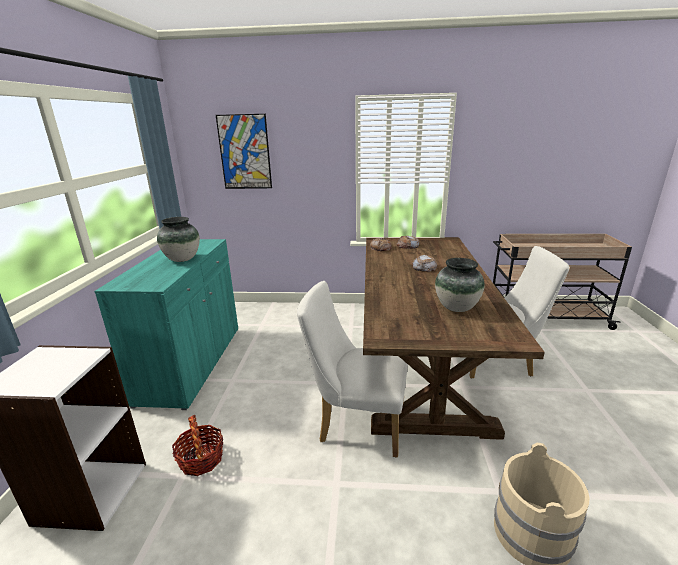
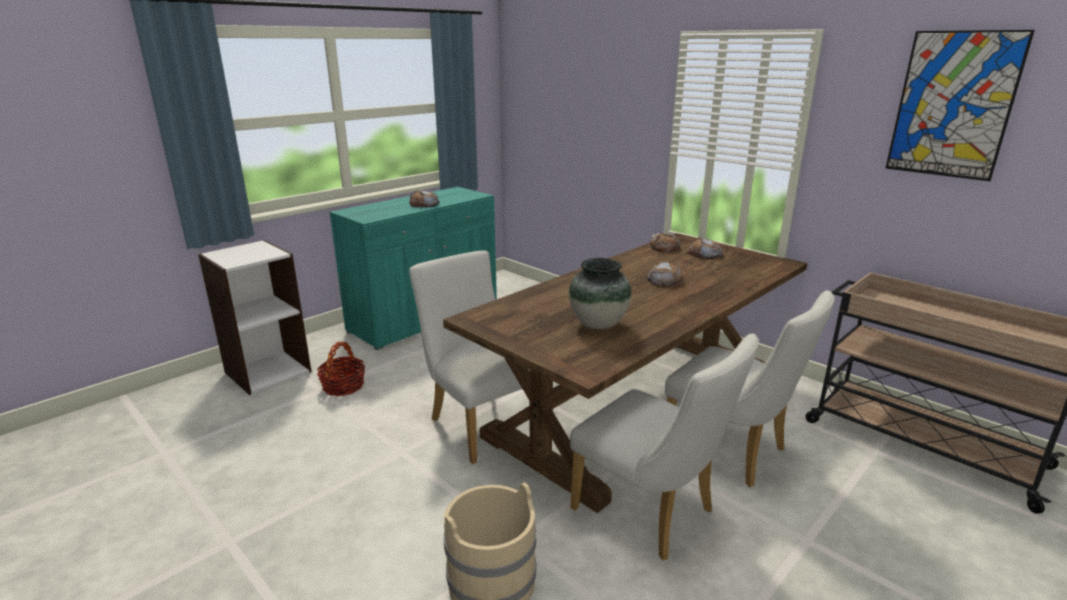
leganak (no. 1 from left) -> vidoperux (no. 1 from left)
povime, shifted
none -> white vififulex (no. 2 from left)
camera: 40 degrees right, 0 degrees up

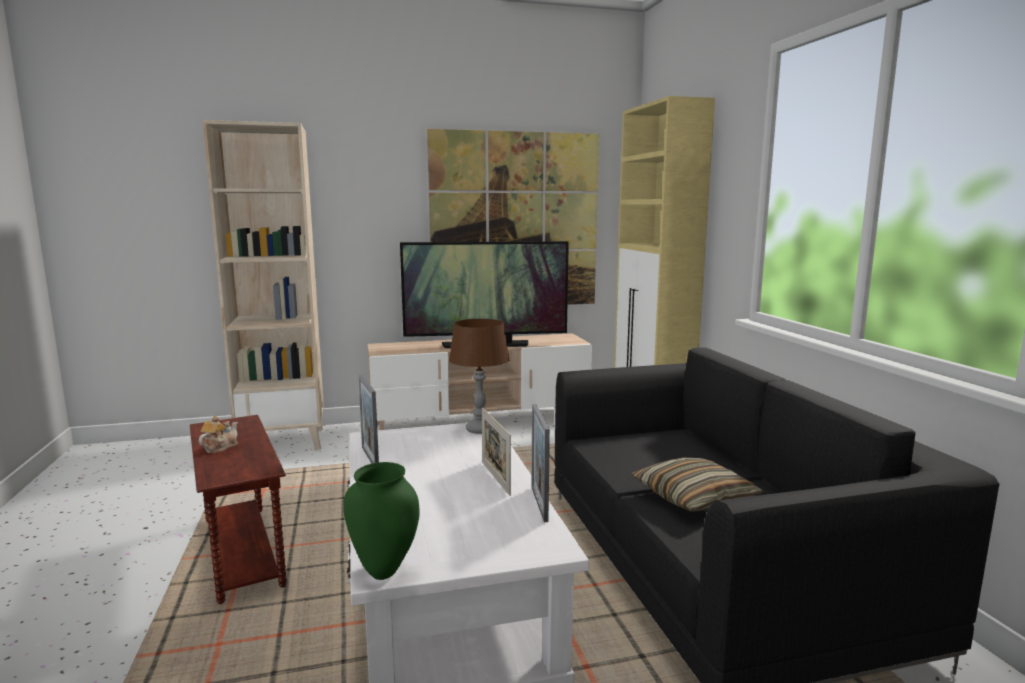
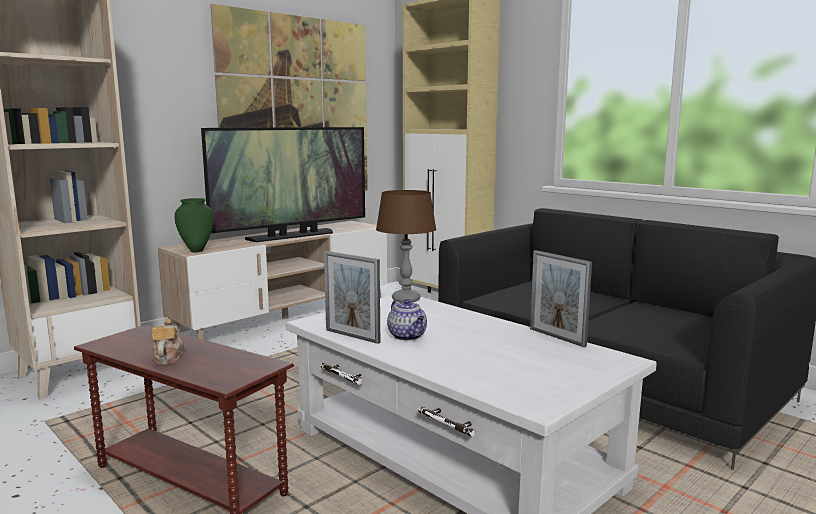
green leganak, shifted
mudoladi (no. 2 from left) -> none
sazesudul -> none
none -> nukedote (no. 2 from left)
camera: 30 degrees left, 0 degrees up

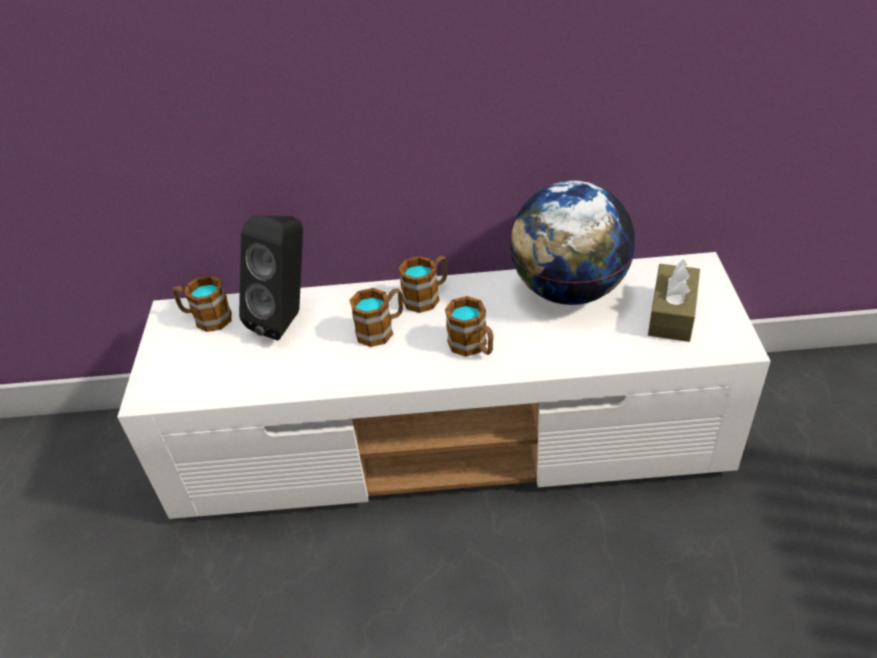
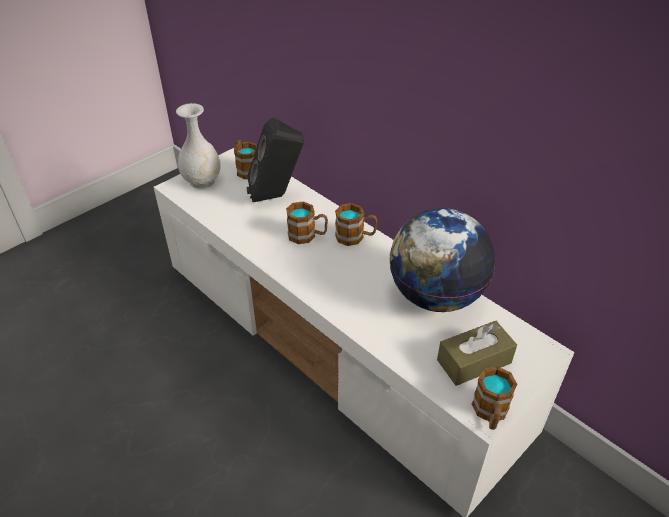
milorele (no. 4 from left), shifted
none -> white leganak
camera: 45 degrees right, 0 degrees up

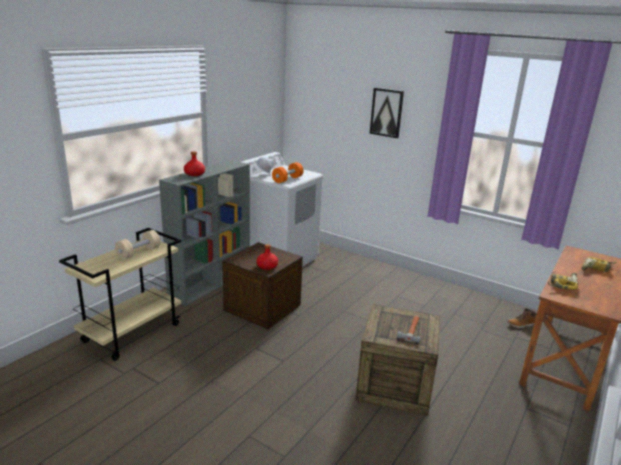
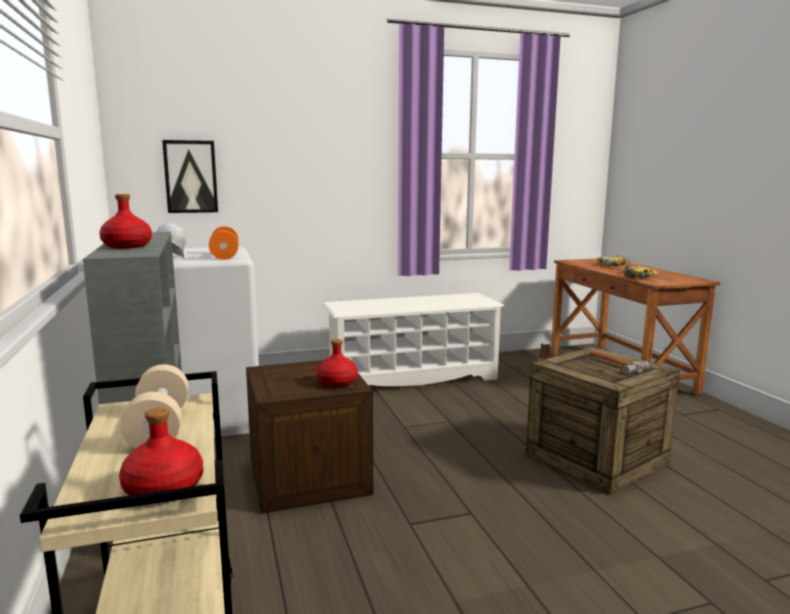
povime, shifted
none -> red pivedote (no. 2 from left)
none -> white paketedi
camera: 50 degrees left, 10 degrees down

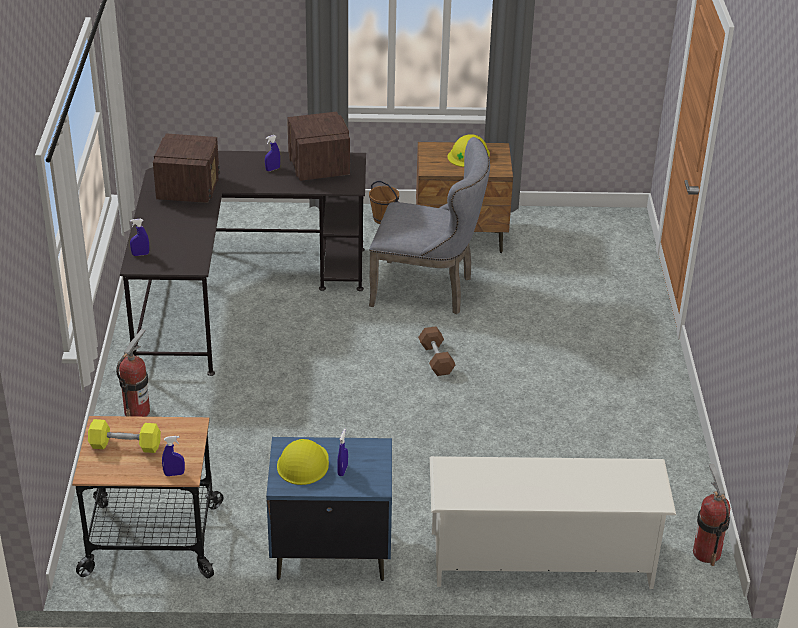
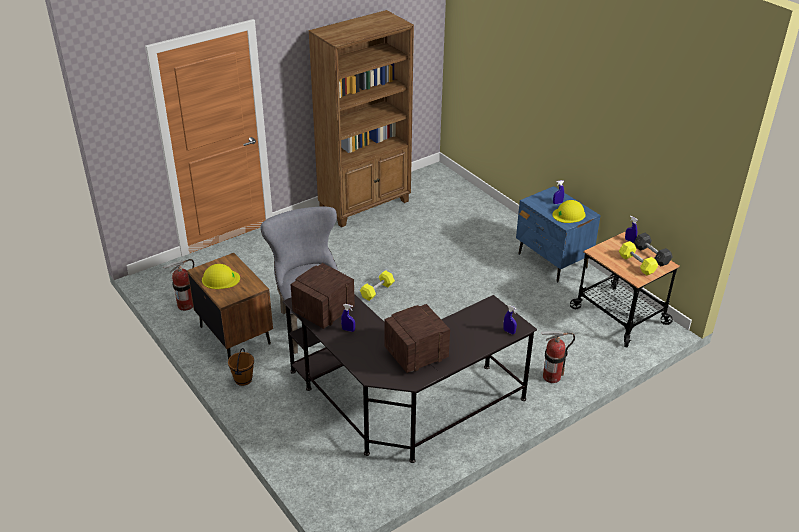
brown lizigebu -> yellow lizigebu (no. 1 from left)
white paketedi -> none
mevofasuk (no. 2 from left in the first image) -> mevofasuk (no. 1 from left), shifted
none -> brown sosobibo
none -> grey lizigebu
camera: 125 degrees left, 0 degrees up

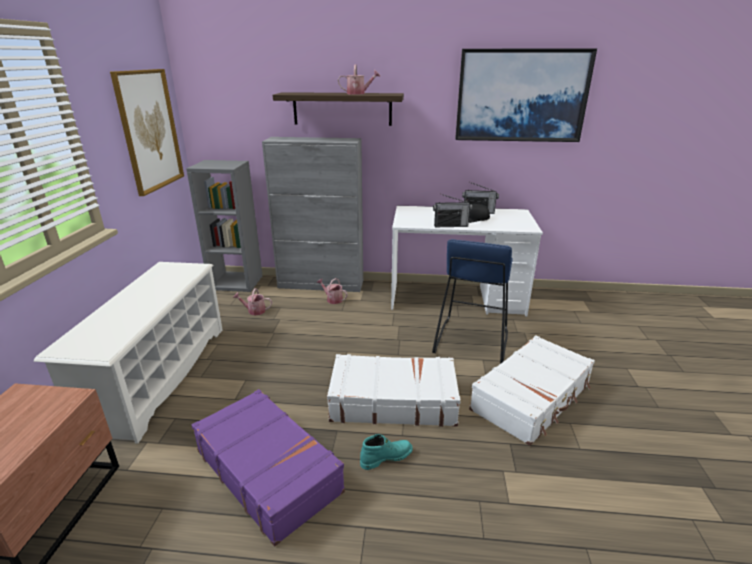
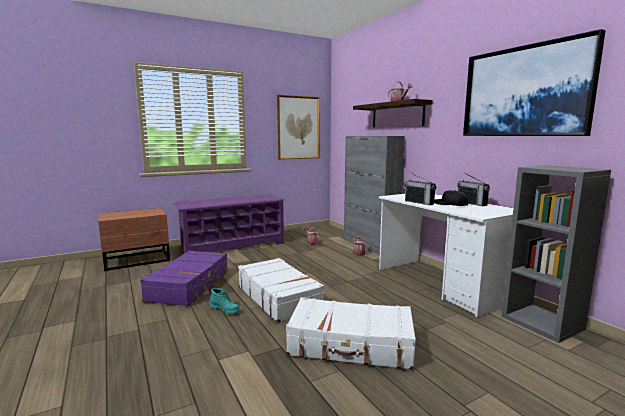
white paketedi -> purple paketedi
grey sosobibo, shifted
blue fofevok -> none
camera: 55 degrees right, 15 degrees down

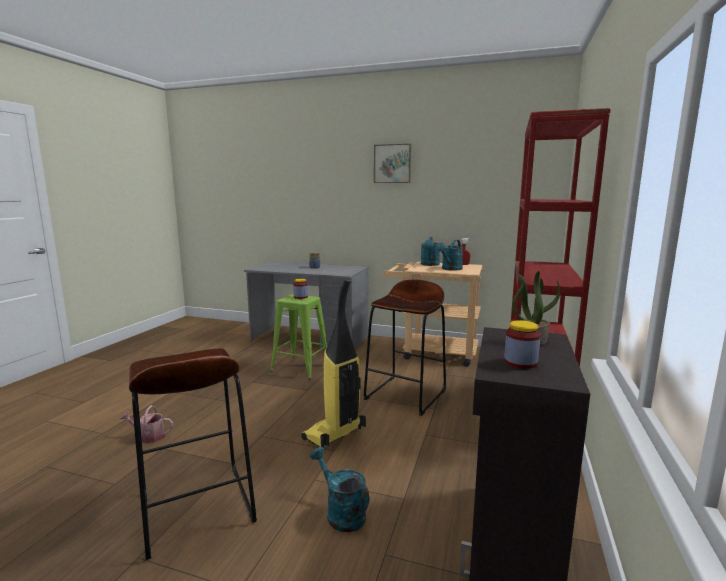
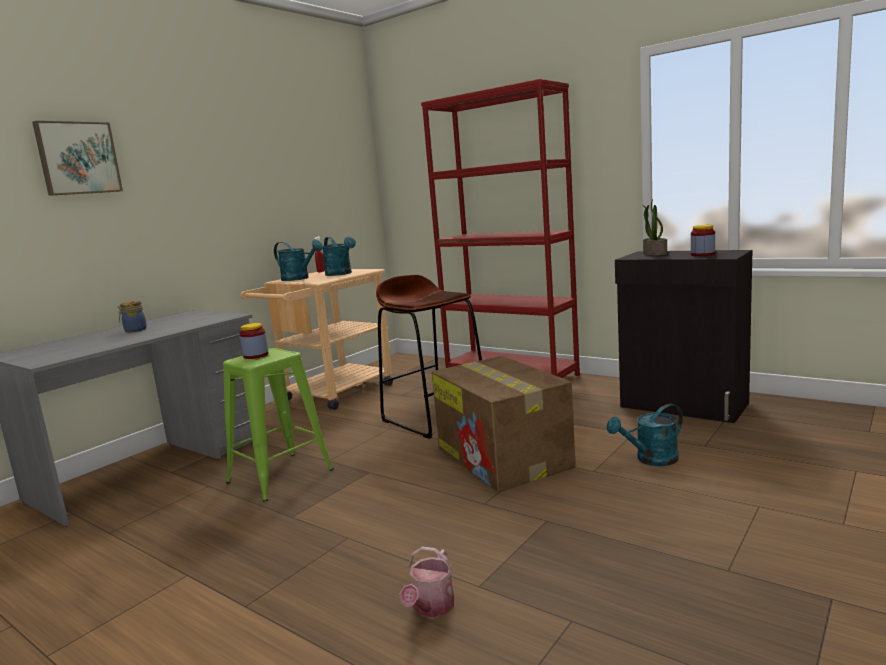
brown fofevok (no. 1 from left) -> none
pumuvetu -> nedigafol
povime, shifted
camera: 70 degrees left, 0 degrees up

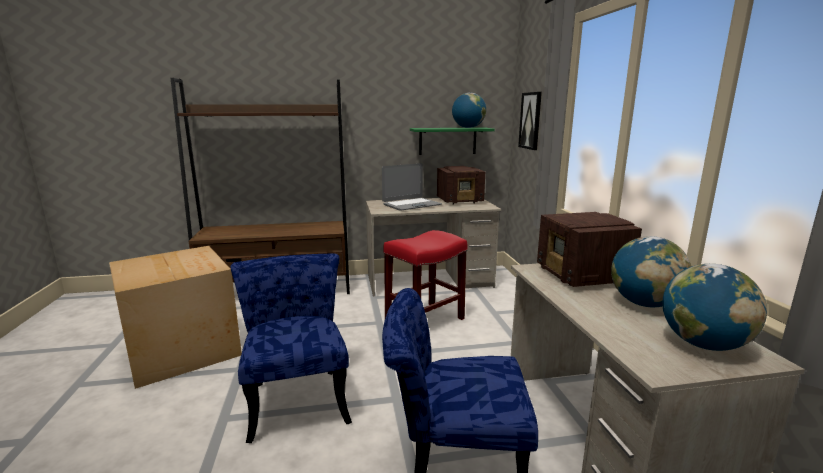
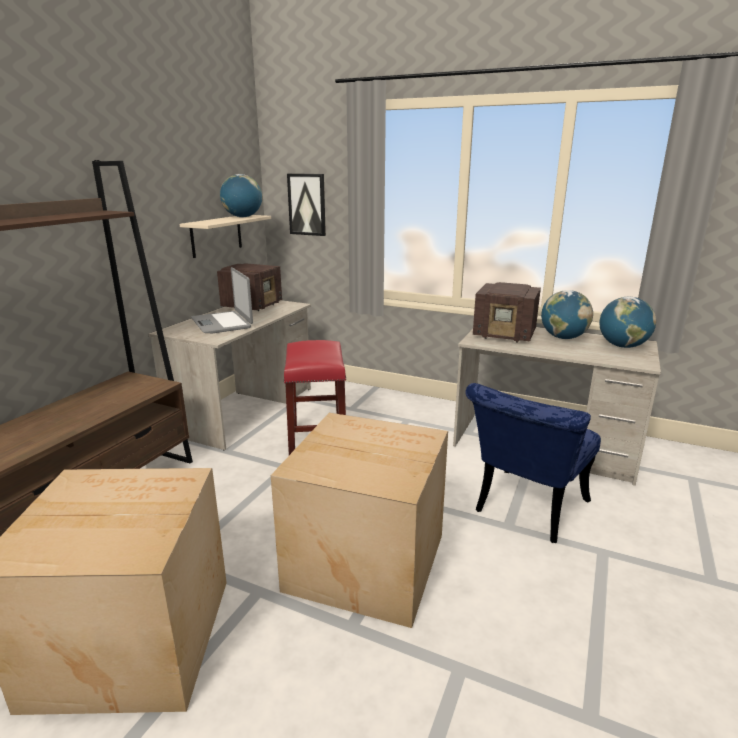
blue vififulex (no. 1 from left) -> nedigafol (no. 2 from left)
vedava, 150 degrees clockwise
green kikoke -> beige kikoke
camera: 55 degrees left, 5 degrees up

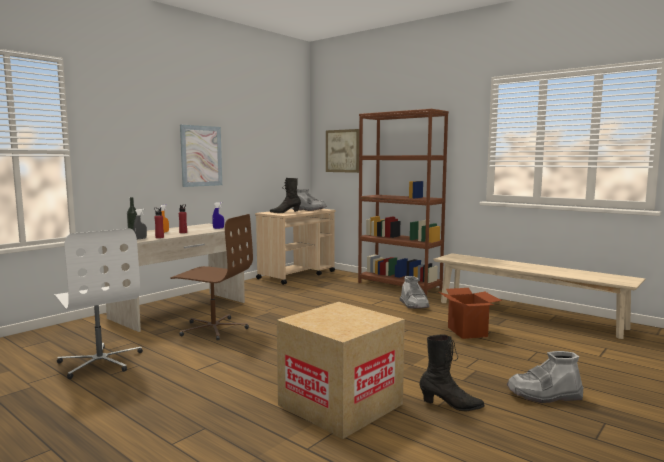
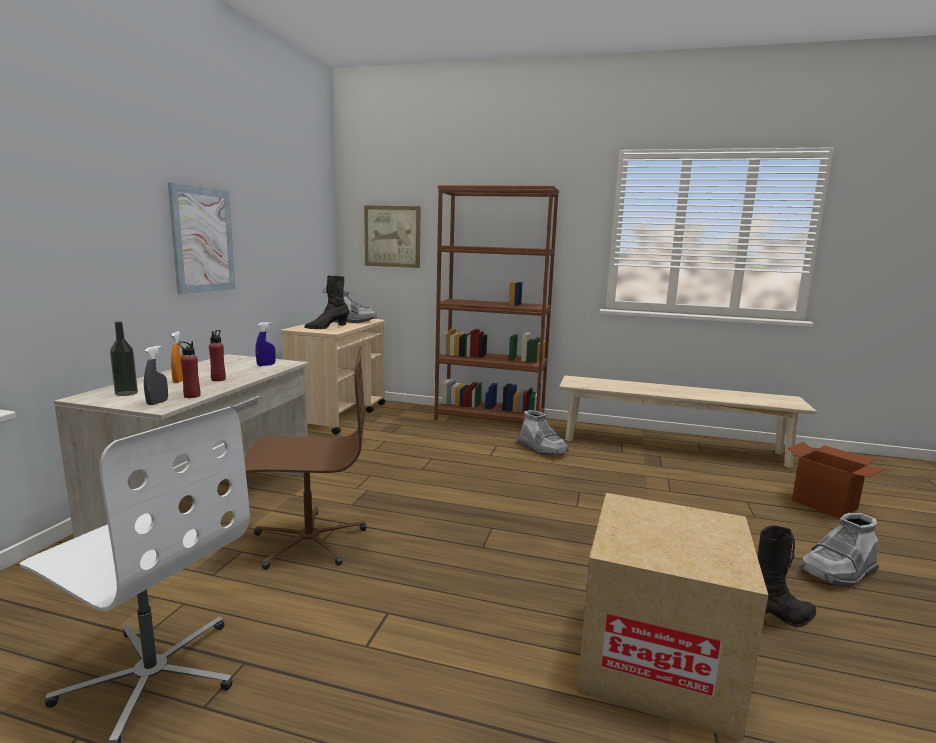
nedigafol (no. 2 from left), shifted
camera: 25 degrees left, 5 degrees up

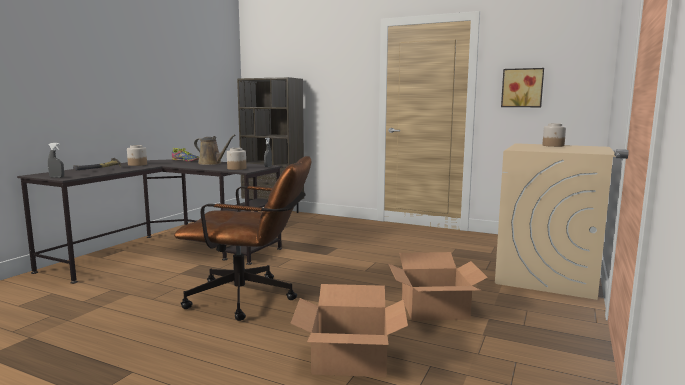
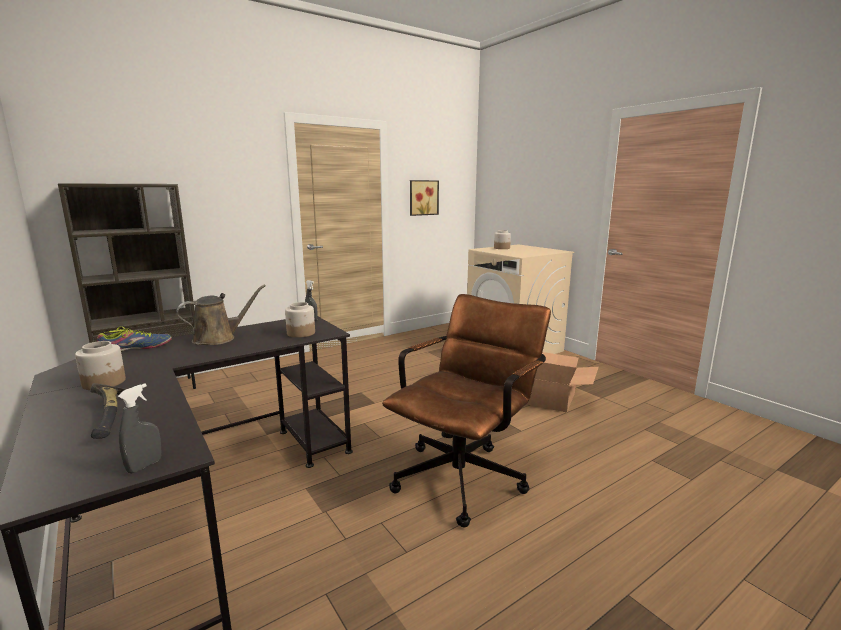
nedigafol (no. 1 from left) -> none
camera: 60 degrees left, 5 degrees up

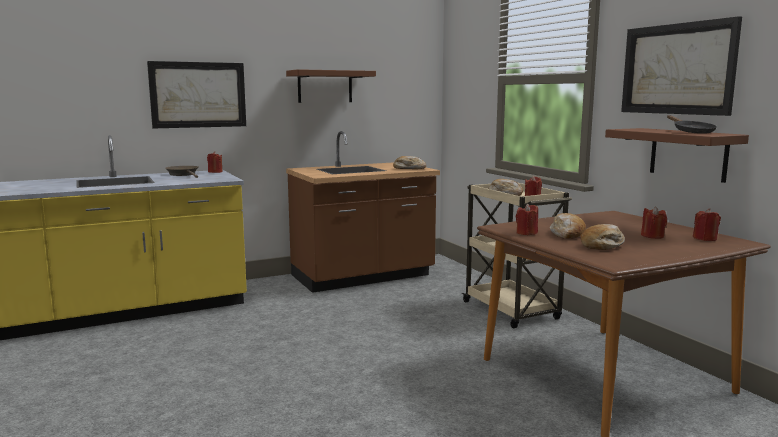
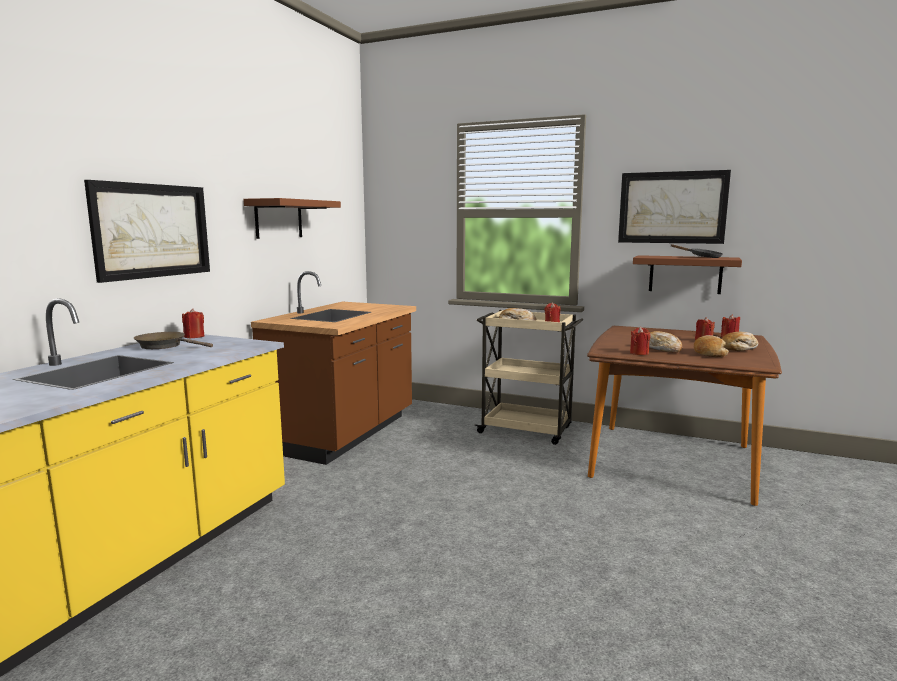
vidoperux (no. 1 from left in the first image) -> vidoperux (no. 4 from left), shifted
camera: 40 degrees left, 0 degrees up

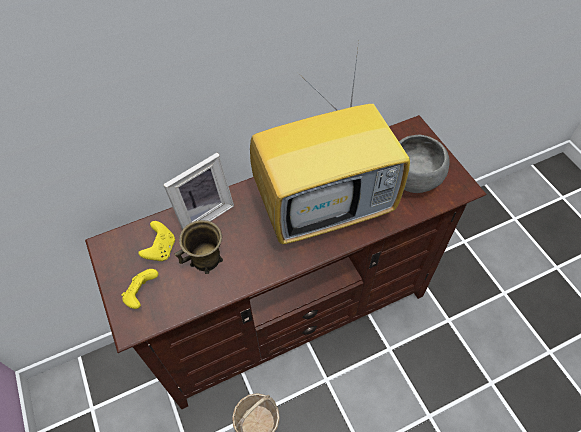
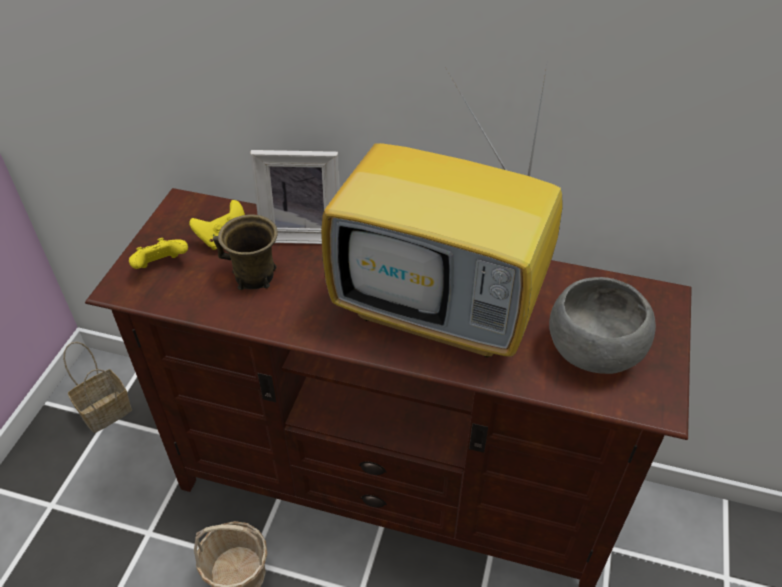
none -> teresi (no. 1 from left)
camera: 40 degrees right, 10 degrees down

